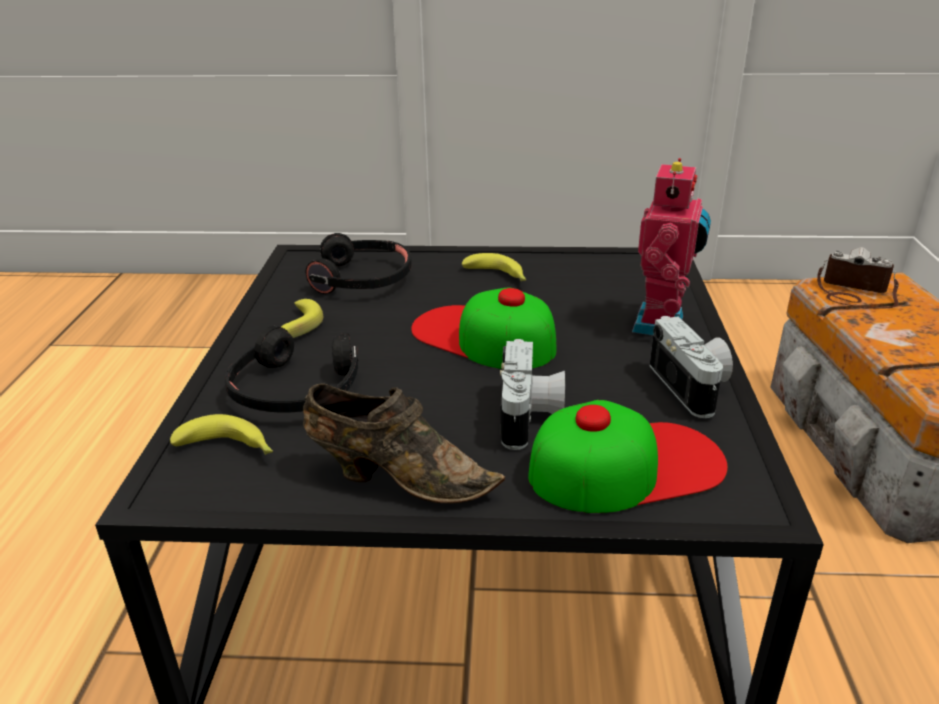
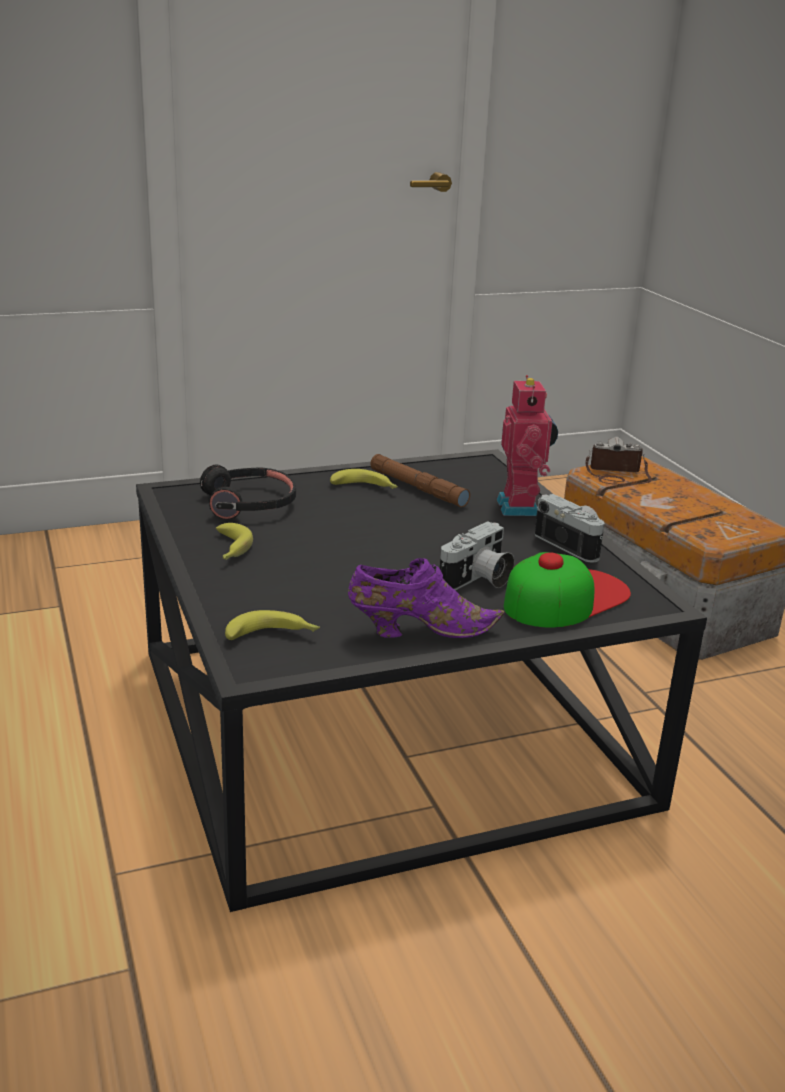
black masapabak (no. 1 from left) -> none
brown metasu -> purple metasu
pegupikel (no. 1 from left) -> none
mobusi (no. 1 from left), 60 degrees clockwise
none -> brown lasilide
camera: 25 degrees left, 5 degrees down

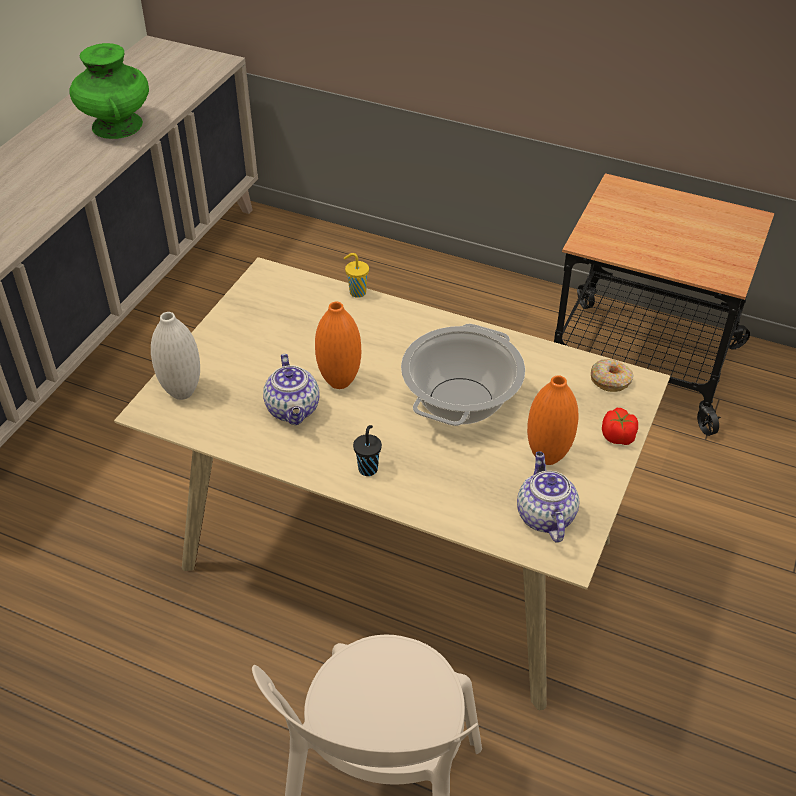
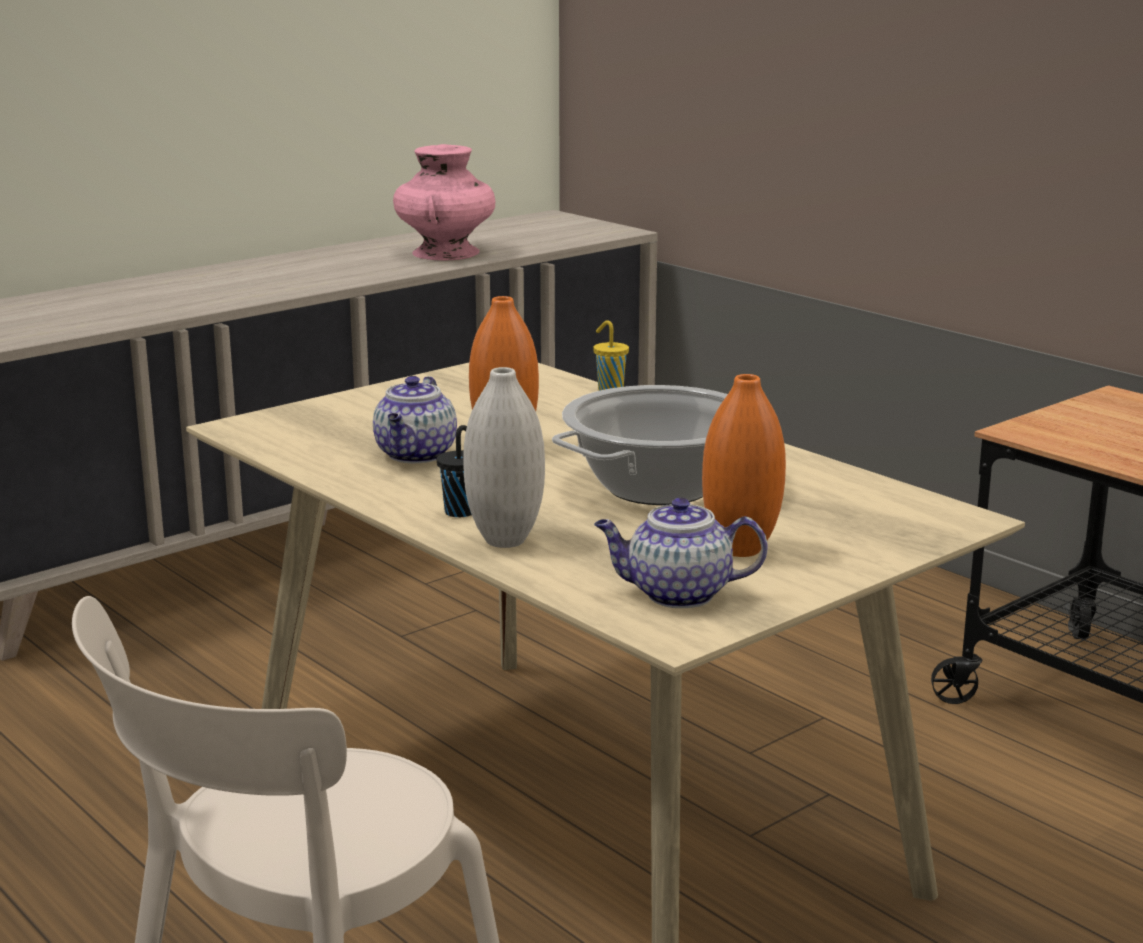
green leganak -> pink leganak
white leganak, shifted
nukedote (no. 2 from left), 105 degrees counterclockwise
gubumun -> none
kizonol -> none
camera: 25 degrees right, 25 degrees down

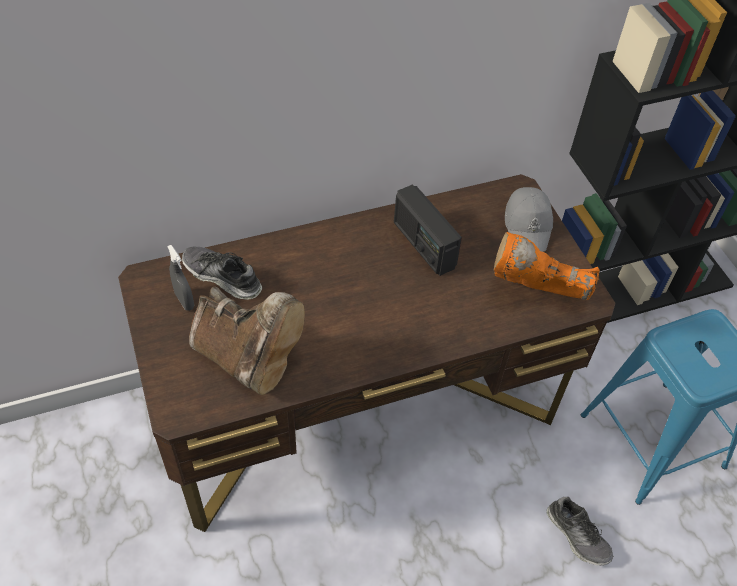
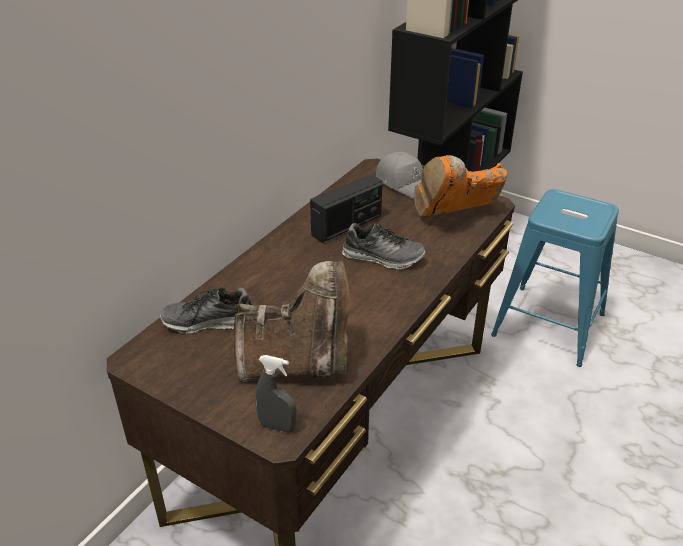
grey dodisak, shifted
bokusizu, 60 degrees counterclockwise
metasu (no. 2 from left), shifted
camera: 35 degrees left, 15 degrees down

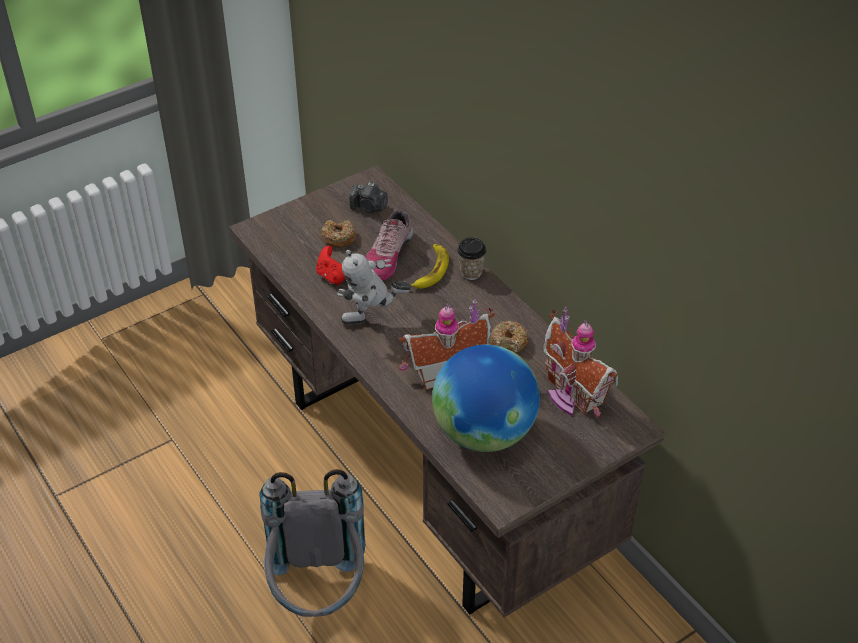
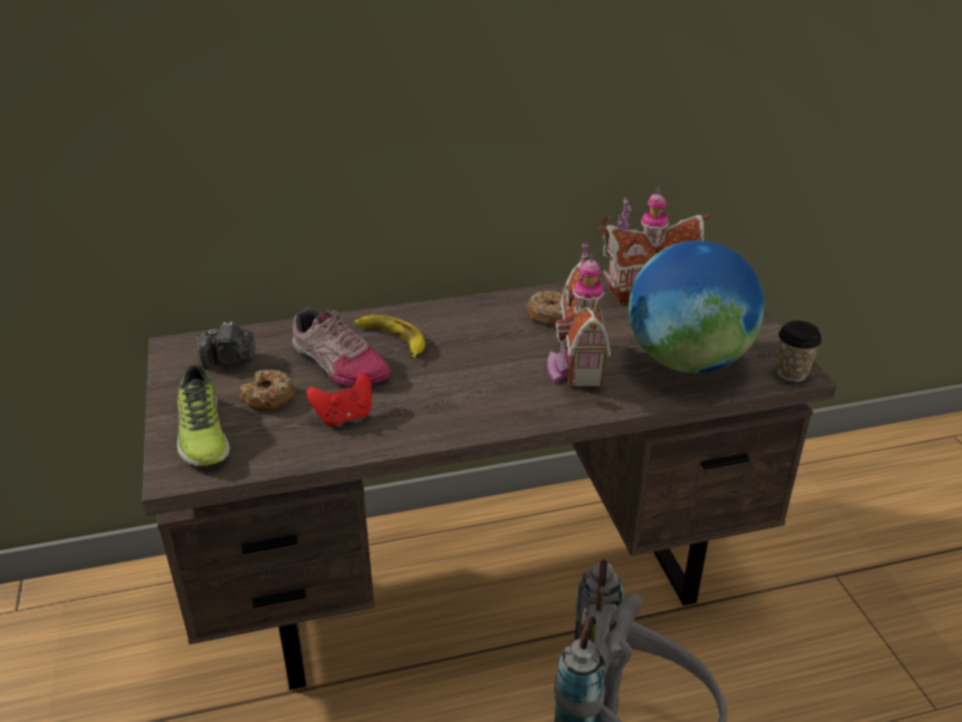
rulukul -> none
mobusi, 45 degrees clockwise
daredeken, shifted
none -> metasu (no. 1 from left)
camera: 70 degrees left, 10 degrees down

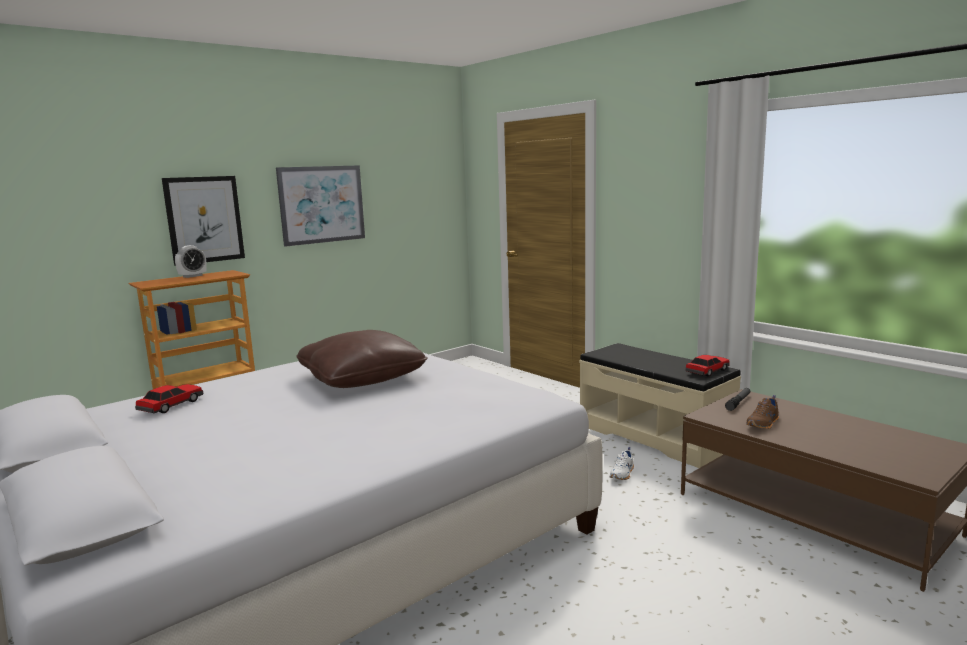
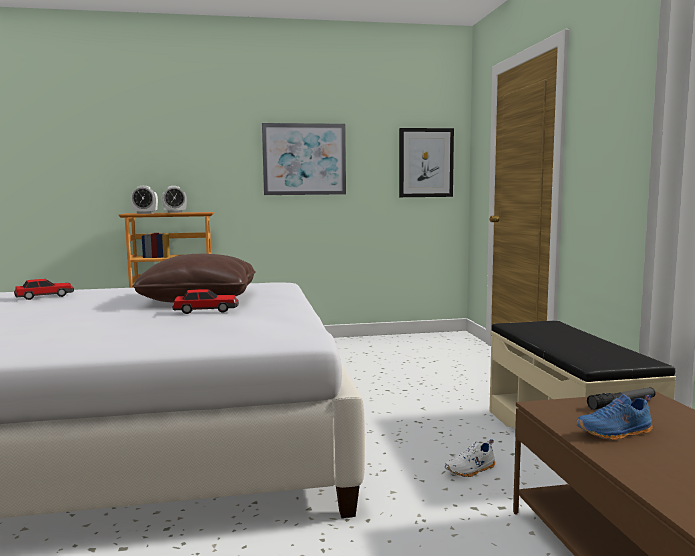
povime (no. 1 from left in the first image) -> povime (no. 2 from left), shifted
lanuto (no. 2 from left), shifted
brown metasu -> blue metasu
none -> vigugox (no. 1 from left)
camera: 30 degrees right, 5 degrees down

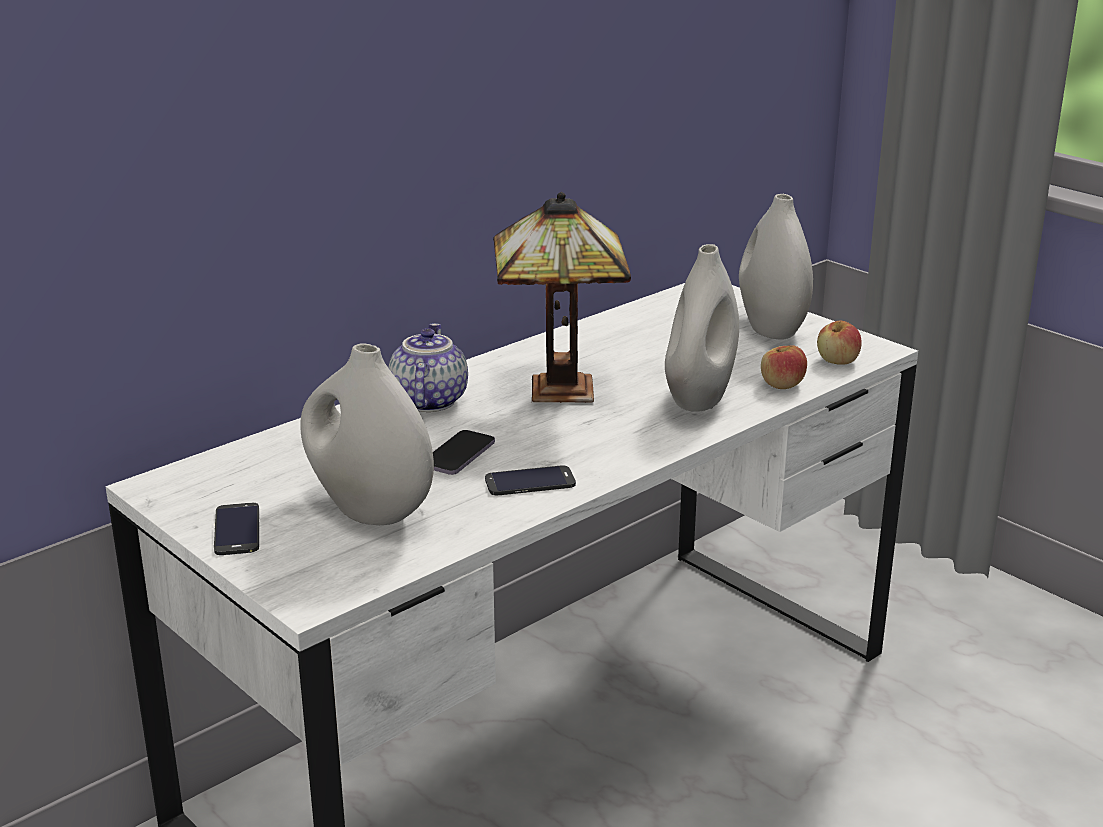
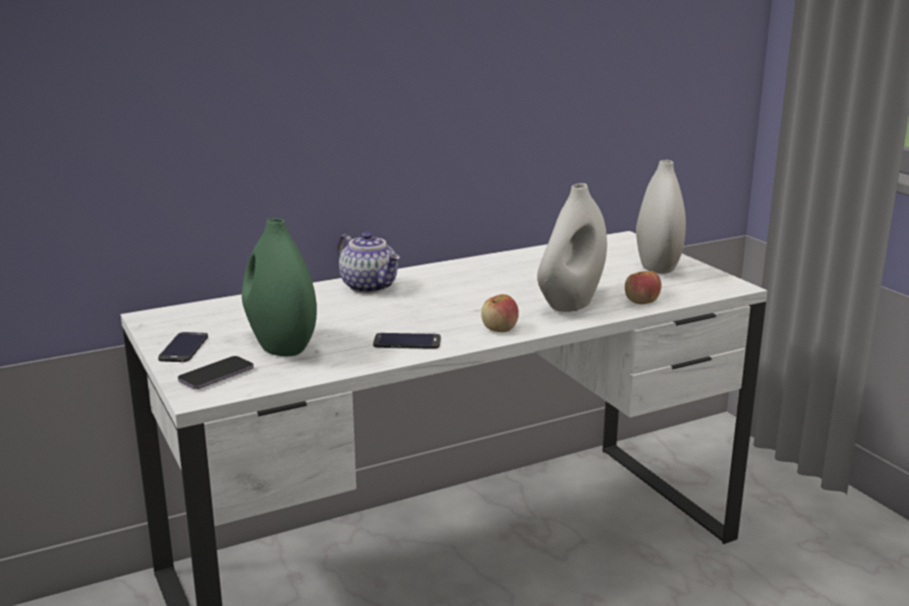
white leganak (no. 1 from left) -> green leganak
nukedote, 120 degrees clockwise
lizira (no. 2 from left), shifted
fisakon -> none
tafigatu (no. 2 from left in the first image) -> tafigatu (no. 1 from left), shifted
camera: 15 degrees right, 5 degrees down

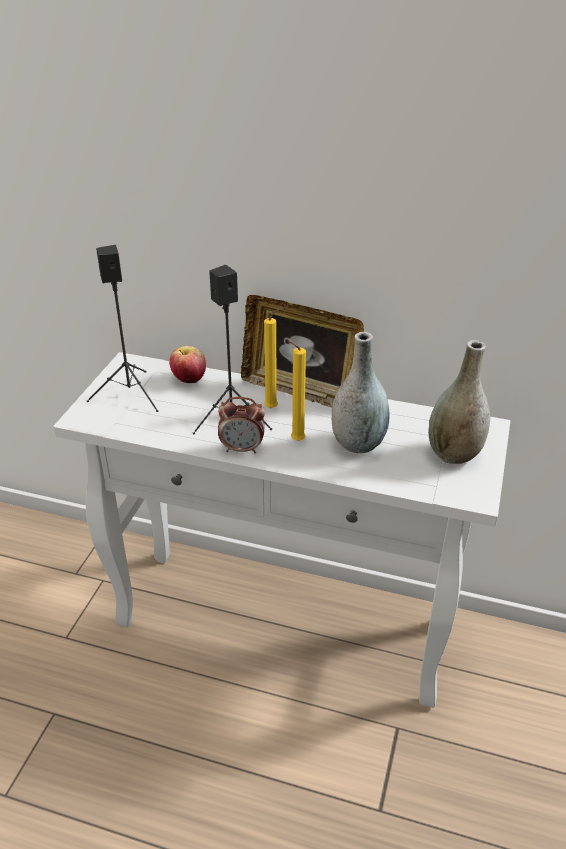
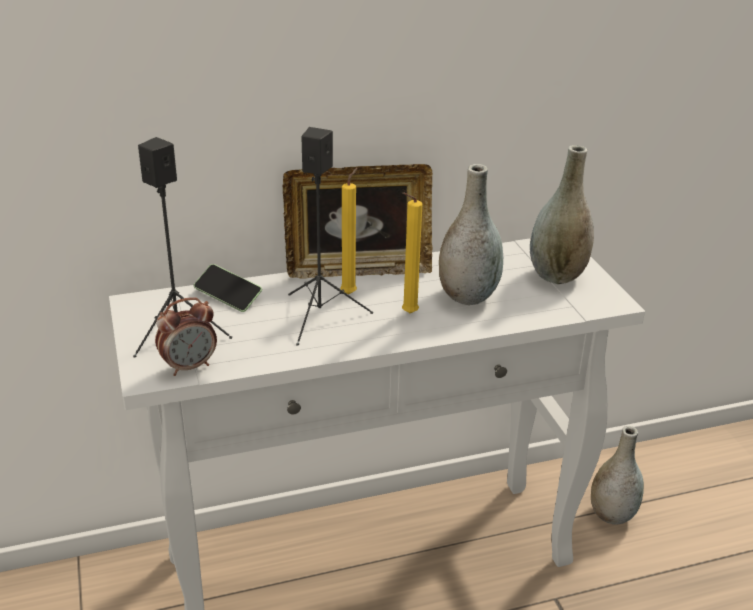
tafigatu -> lizira
vigugox, shifted
none -> grey leganak (no. 3 from left)
camera: 35 degrees left, 5 degrees down

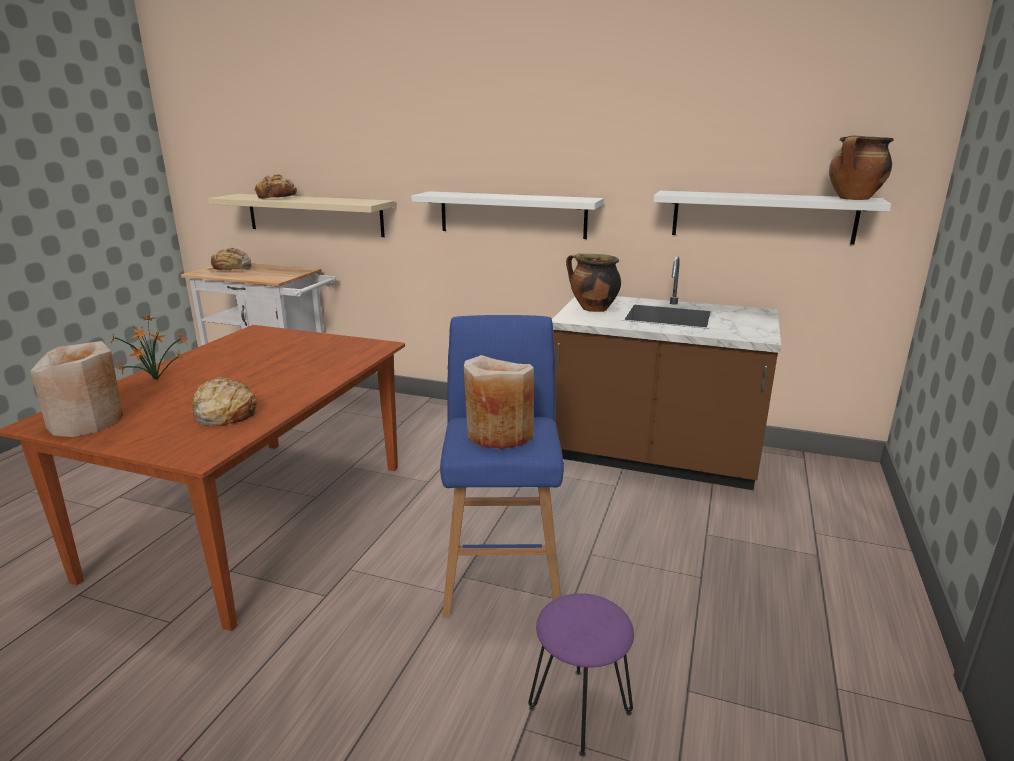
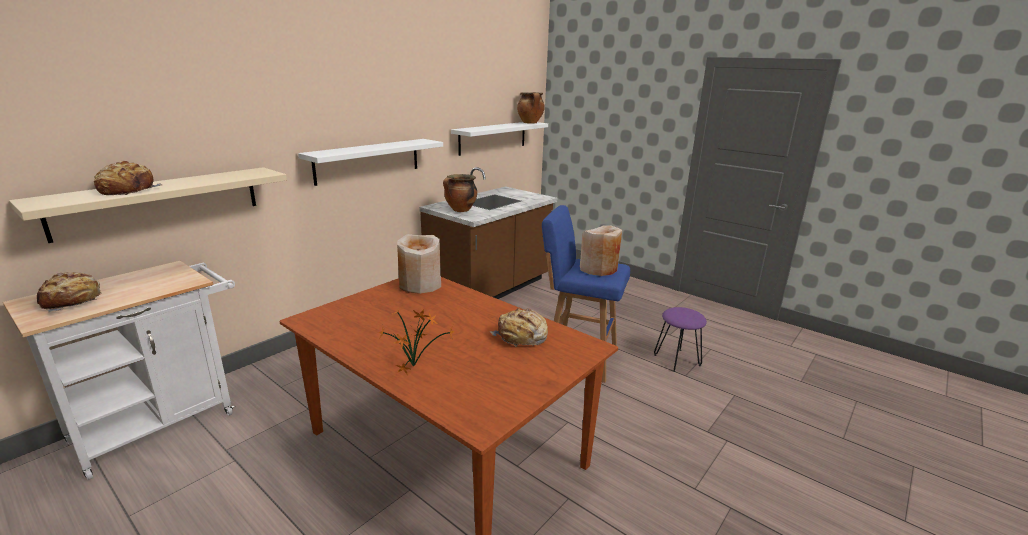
beige leganak (no. 1 from left), shifted
camera: 70 degrees left, 0 degrees up

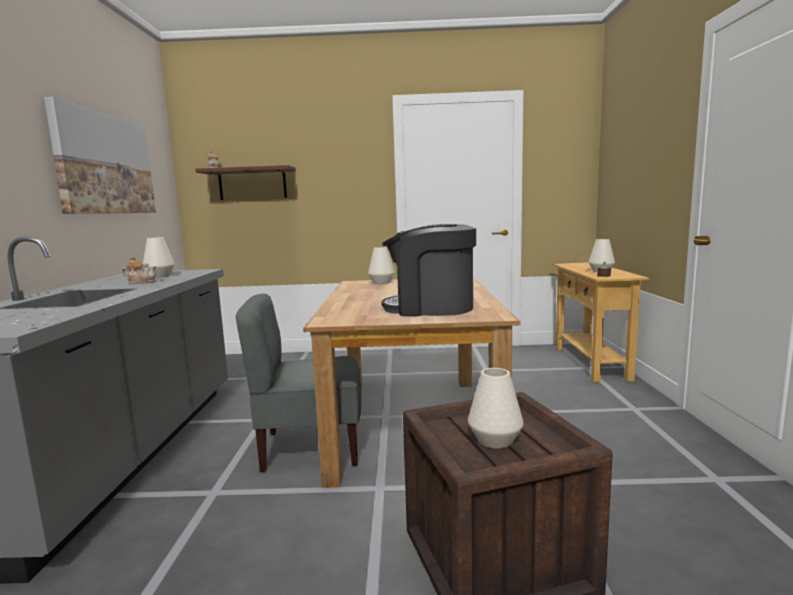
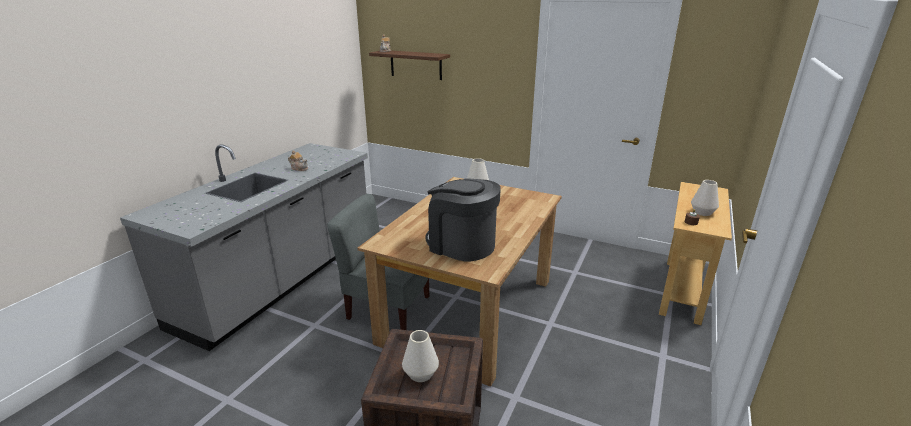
povime -> none
white leganak (no. 1 from left) -> none
camera: 25 degrees right, 15 degrees up

